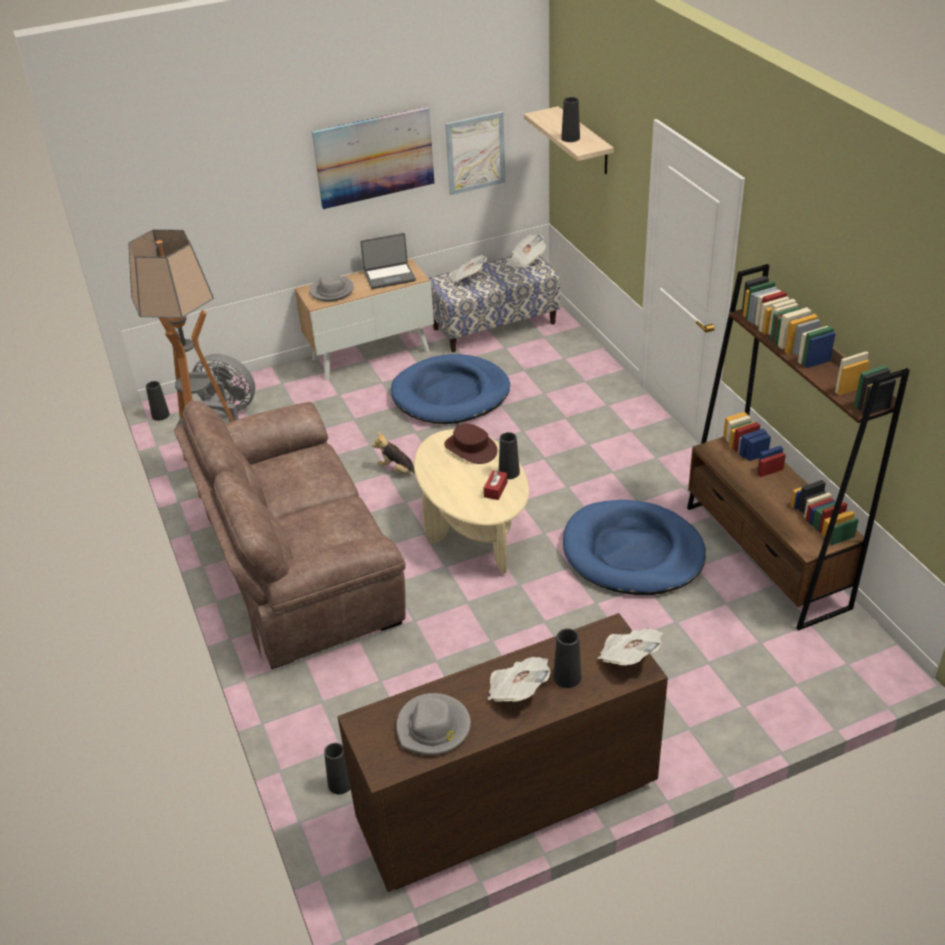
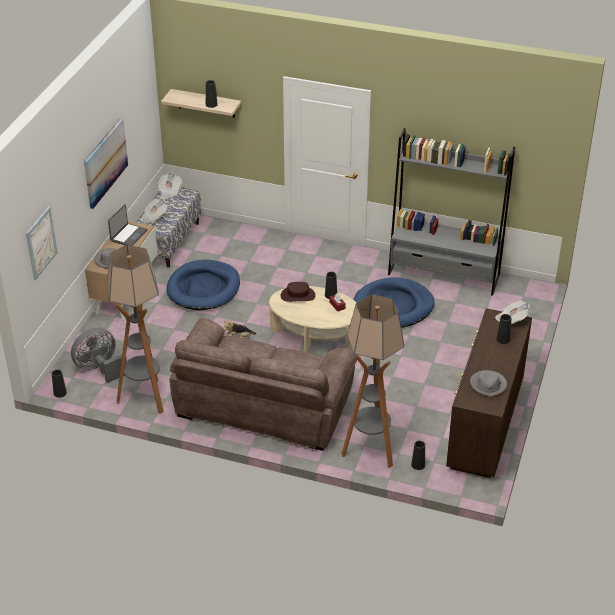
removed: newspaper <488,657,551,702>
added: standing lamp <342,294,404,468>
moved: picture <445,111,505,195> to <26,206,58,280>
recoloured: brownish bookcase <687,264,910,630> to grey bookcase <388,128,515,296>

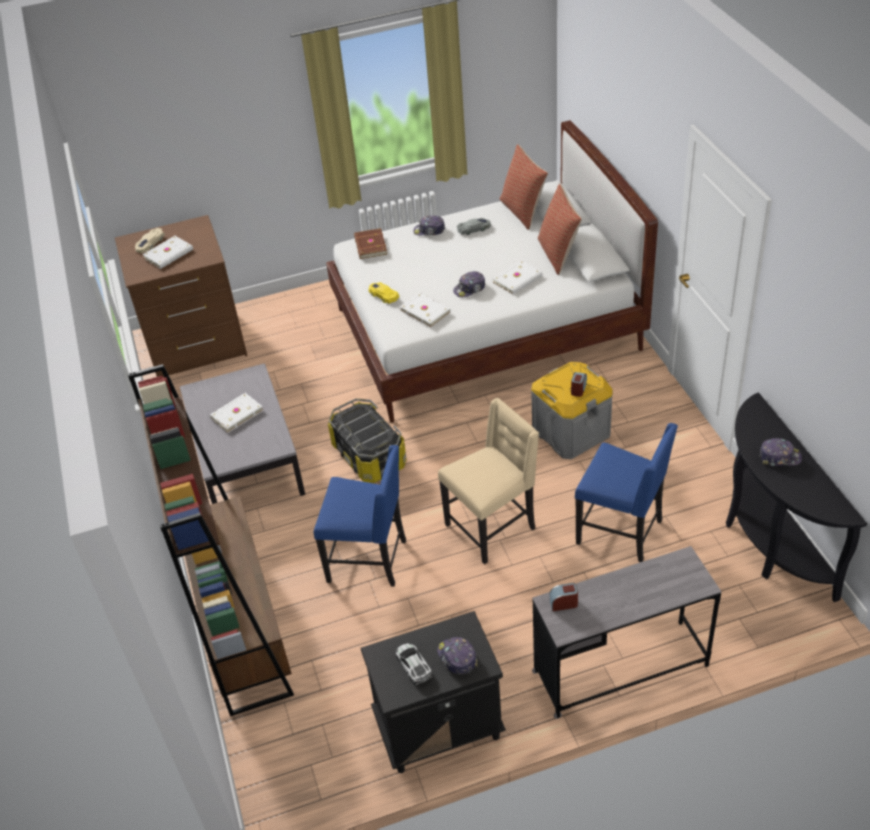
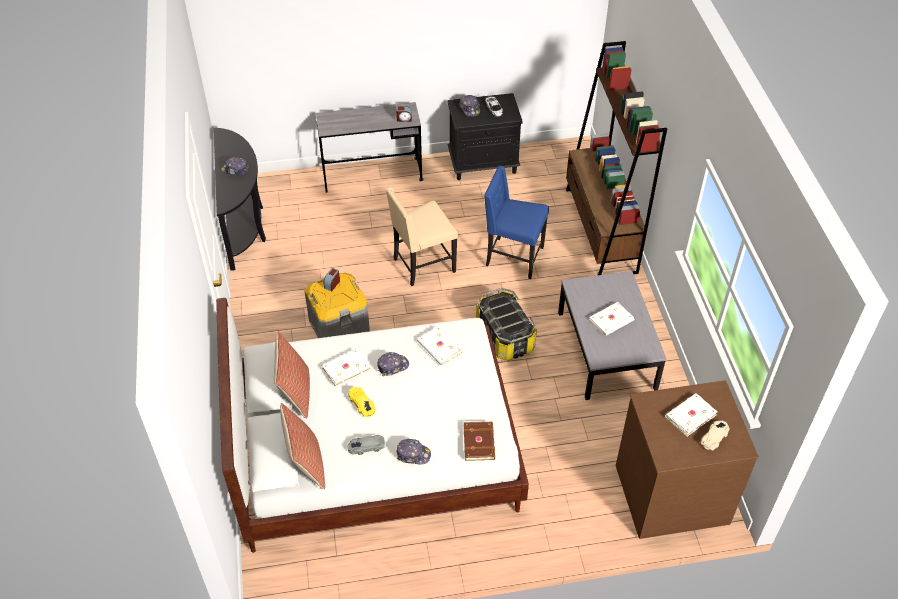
removed: blue upright chair <575,423,678,562>
moved: yellow toy car <368,282,399,304> to <348,387,376,417>

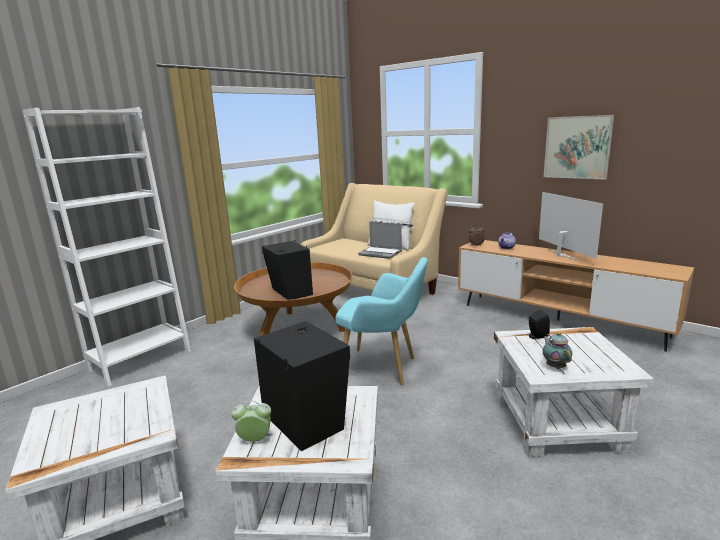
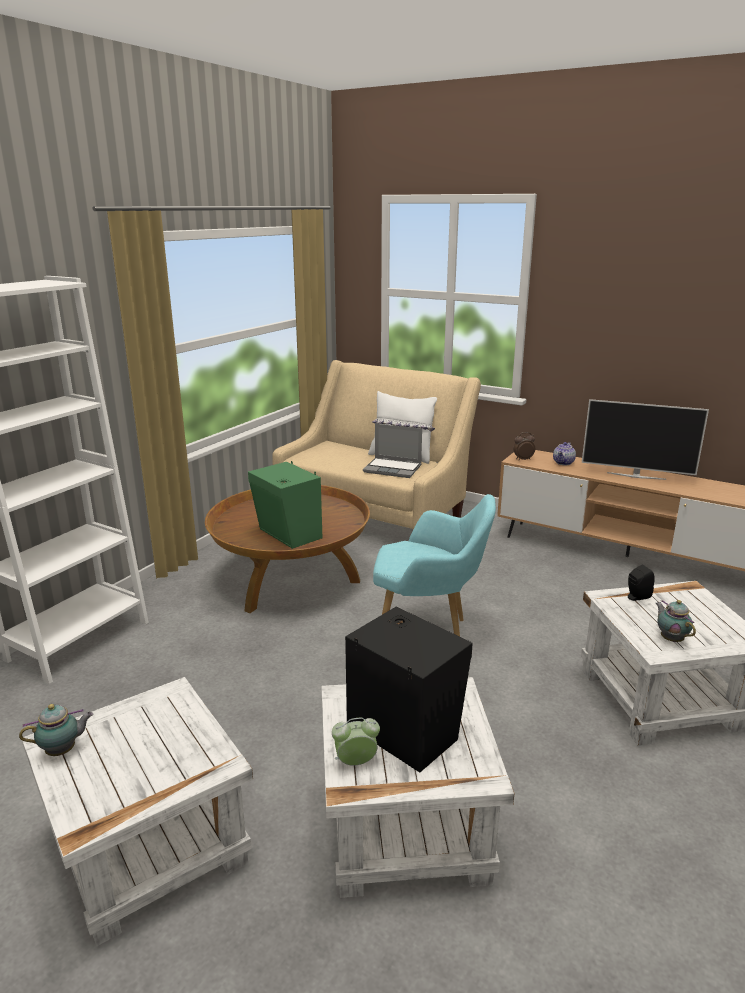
removed: picture <544,115,614,180>
added: pot for tea <19,704,93,756>
recoloured: black speaker <262,240,313,300> to green speaker <248,461,322,549>
turned: television <539,192,603,261> = <582,399,709,480> 135 degrees clockwise

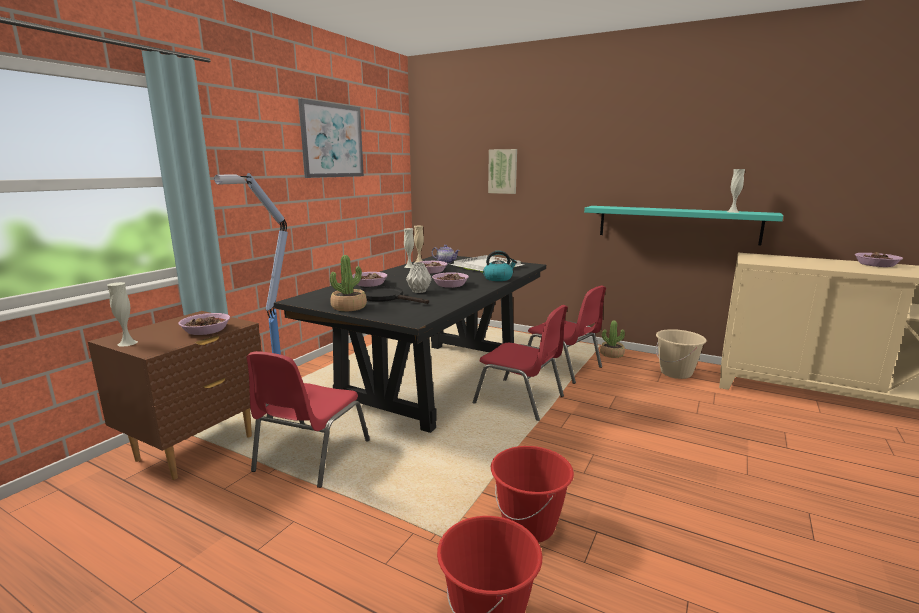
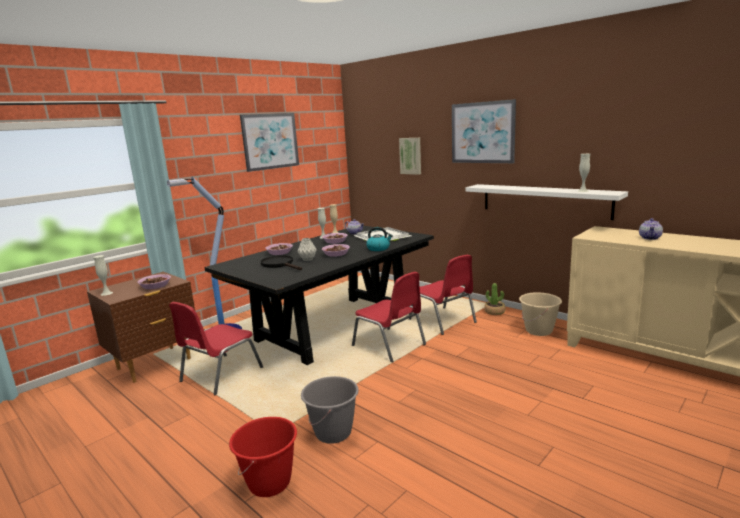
removed: bowl <855,252,903,267>; plant in a pot <330,255,367,311>
added: picture <452,99,516,163>; pot for tea <639,218,663,240>
recoloured: turquoise-coloured wall shelf <584,206,783,245> to white wall shelf <465,184,628,220>; red-coloured bucket <491,446,574,543> to grey bucket <301,376,359,444>

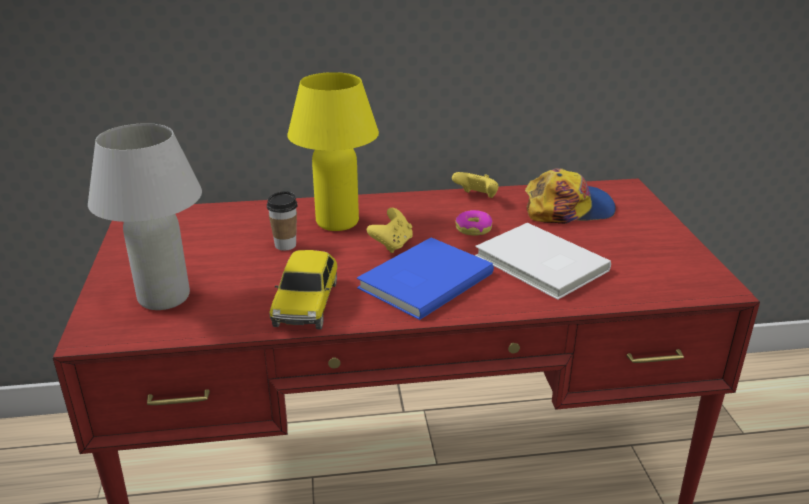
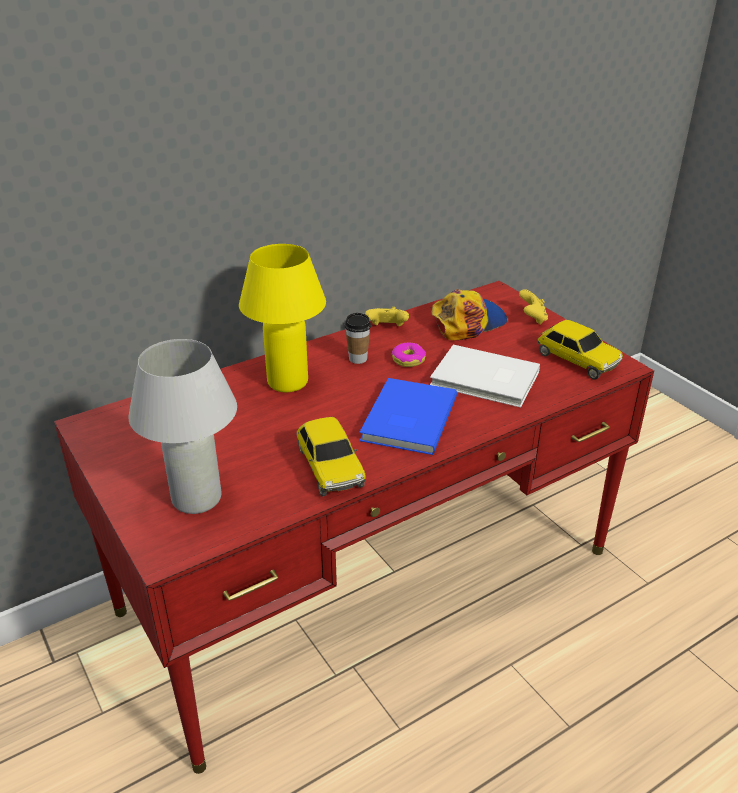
added: toy car <537,320,623,380>
moved: drinking cup <267,191,298,251> to <345,313,371,364>; yellow gamepad <367,208,413,253> to <519,289,548,325>

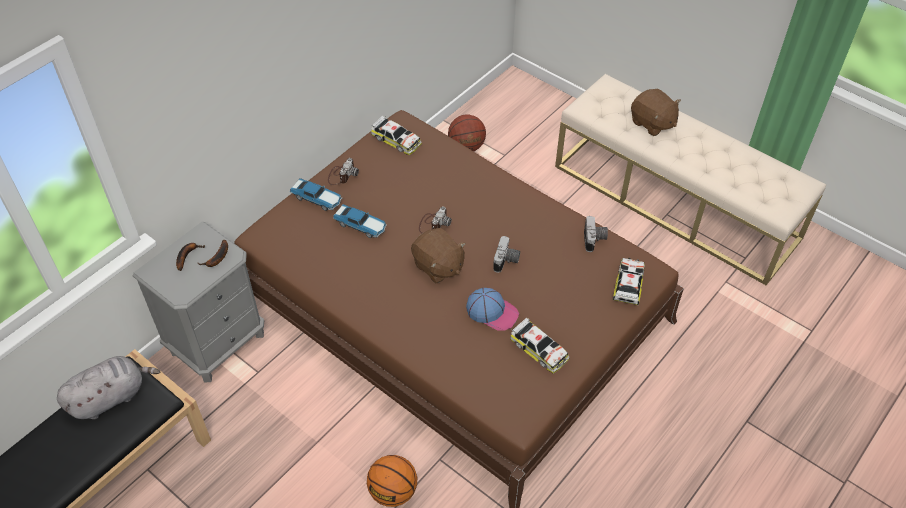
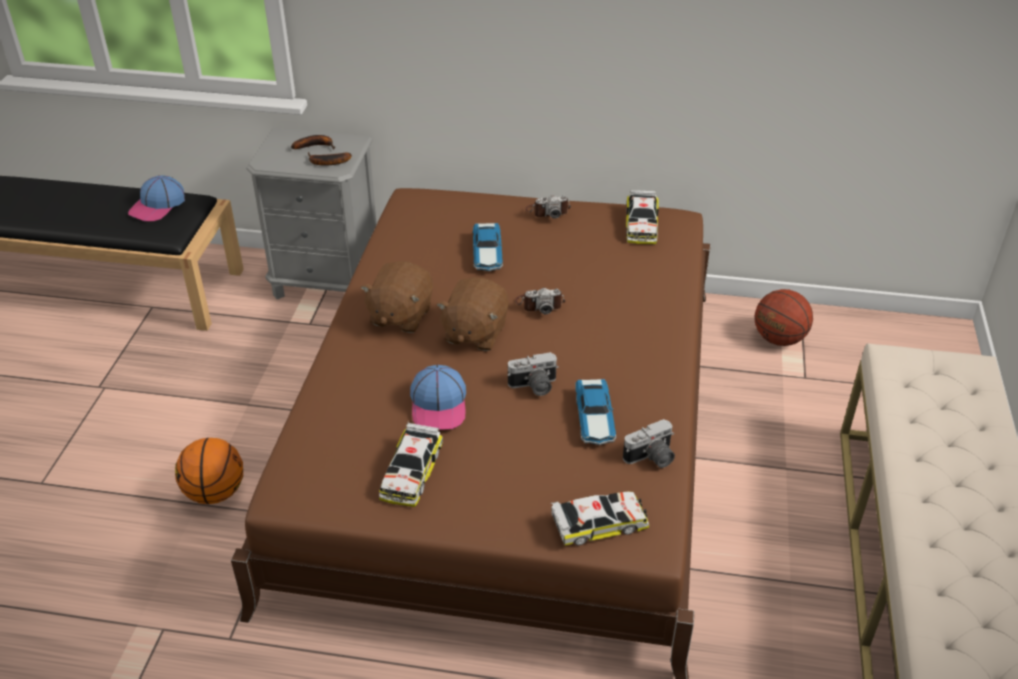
moved: brownish cuddly toy <631,89,681,136> to <360,261,433,333>; toy car <290,178,342,211> to <576,379,616,445>
replaced: grey cuddly toy <57,356,160,419> to cap <128,175,185,221>

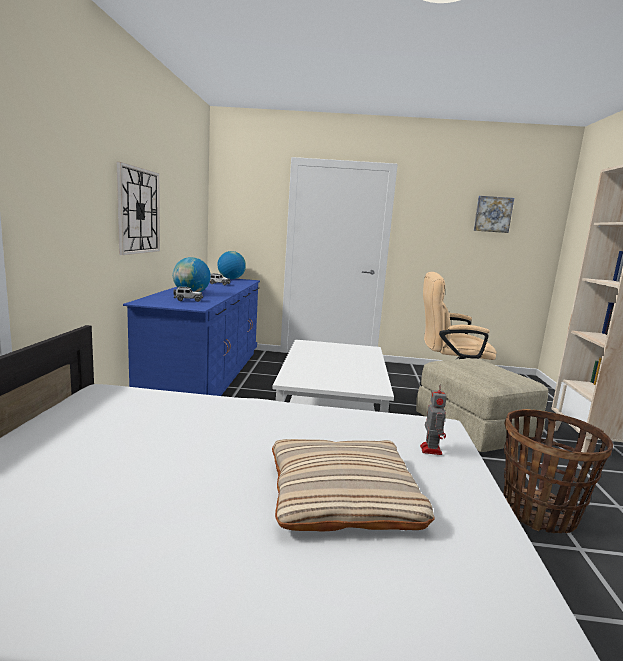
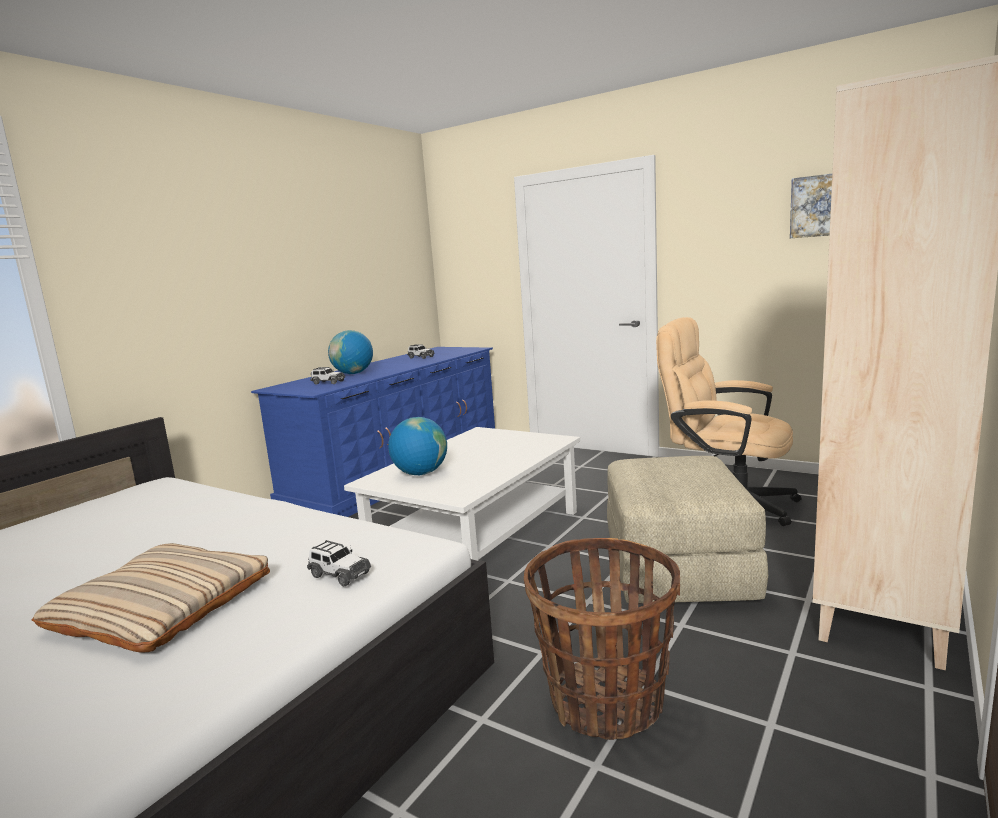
removed: hanging clock <117,162,160,255>
moved: world globe <217,251,246,279> to <388,417,447,475>
replaced: robot figure <420,384,447,455> to toy car <307,540,371,587>

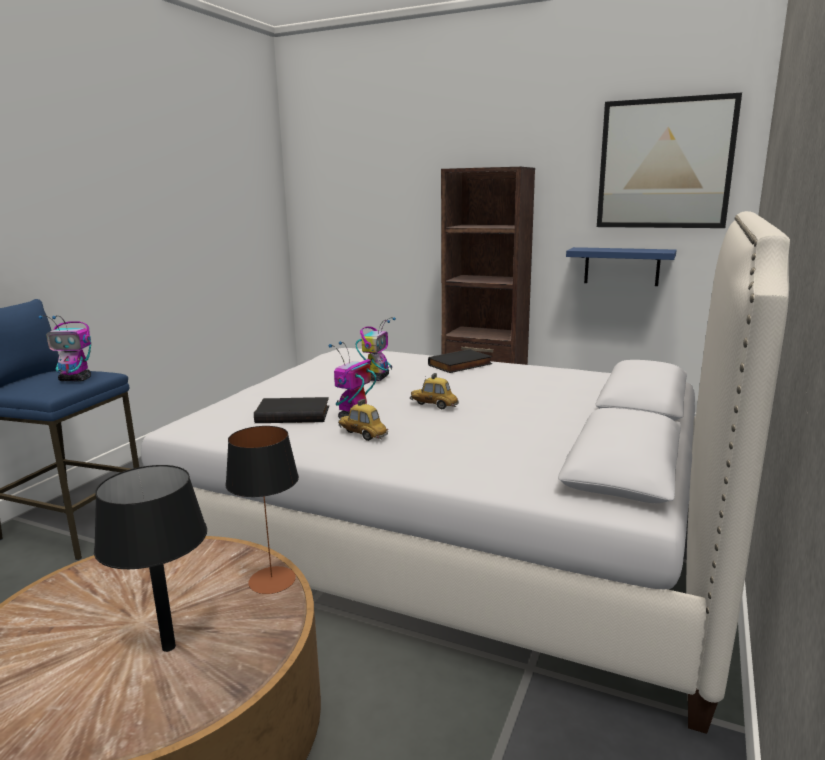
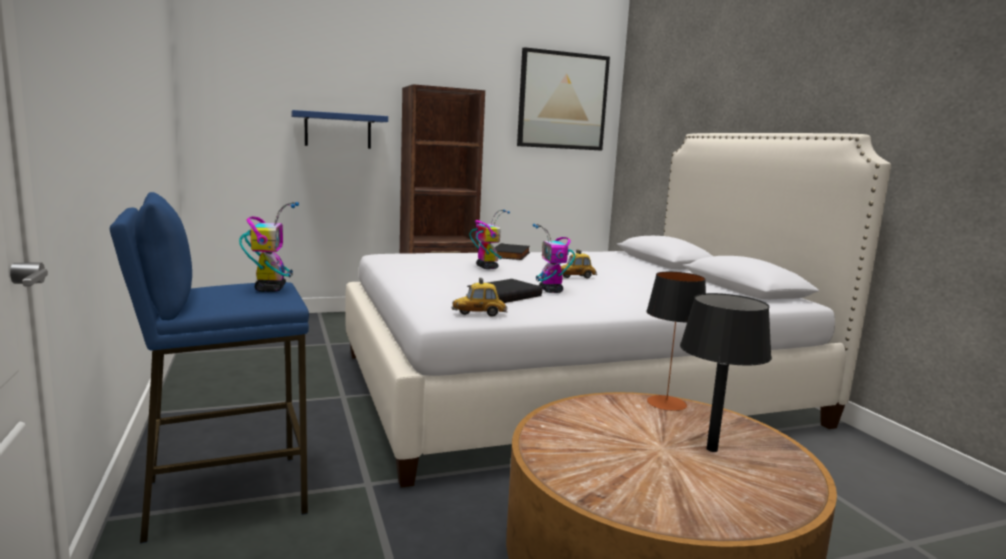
moved: blue wall shelf <566,247,677,286> to <291,110,388,149>; toy car <338,399,388,441> to <452,278,508,317>
turned: robot figure <39,315,91,381> = <239,202,299,292> 60 degrees counterclockwise

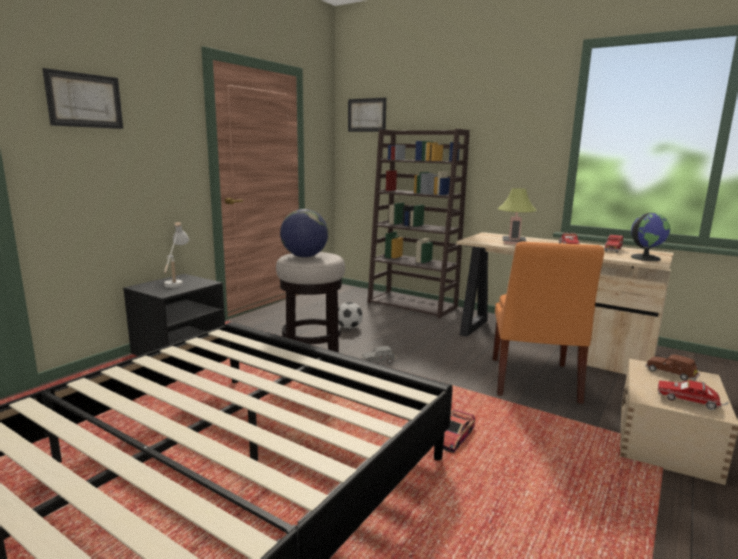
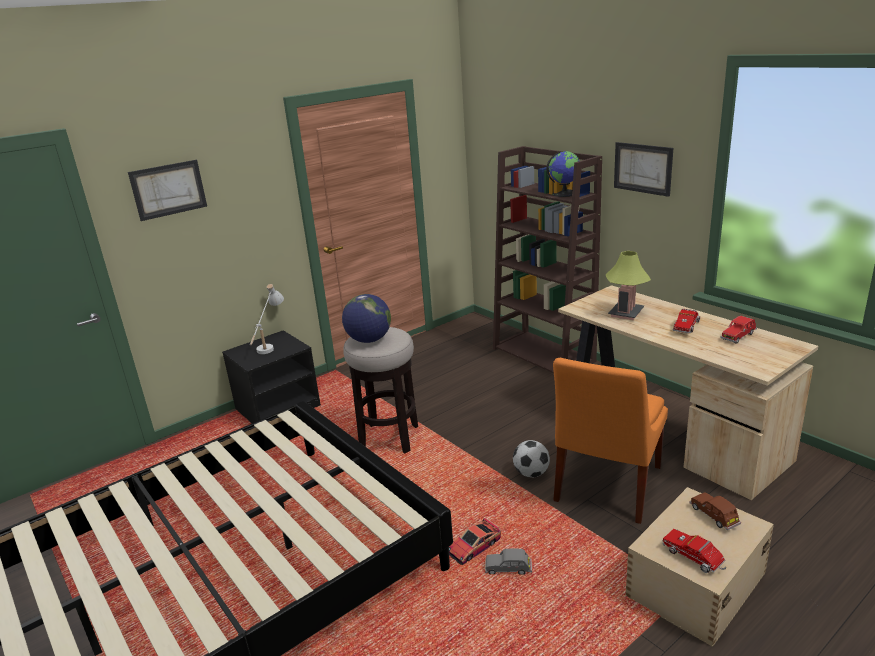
moved: picture <348,98,386,132> to <614,142,673,197>; world globe <631,213,670,261> to <546,151,579,197>; football <338,302,363,329> to <513,440,550,478>; grey toy car <361,346,397,364> to <485,549,532,575>

